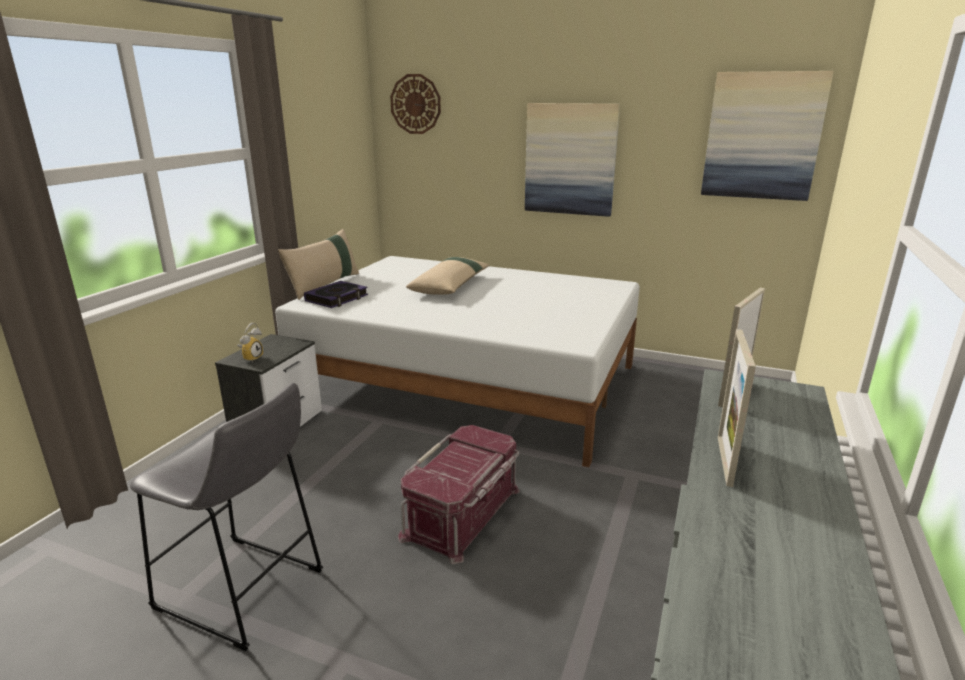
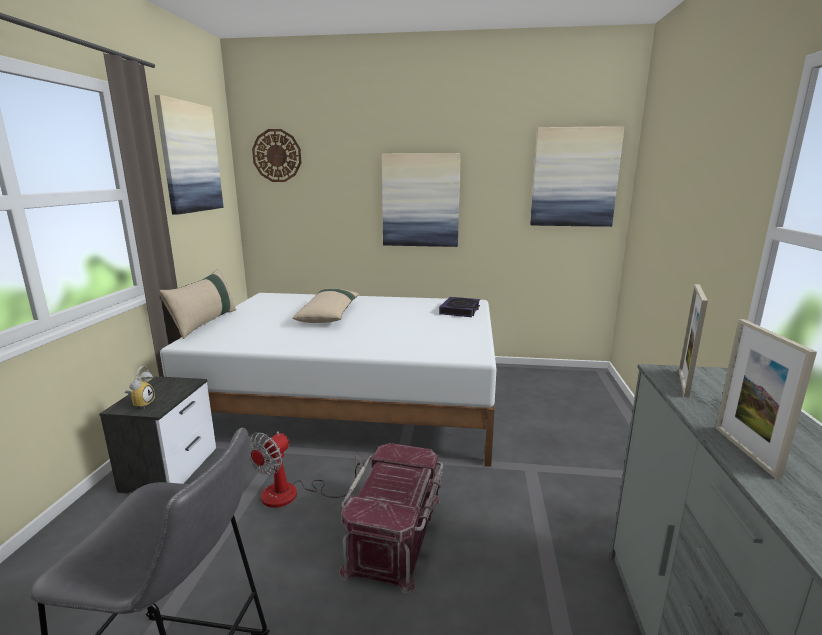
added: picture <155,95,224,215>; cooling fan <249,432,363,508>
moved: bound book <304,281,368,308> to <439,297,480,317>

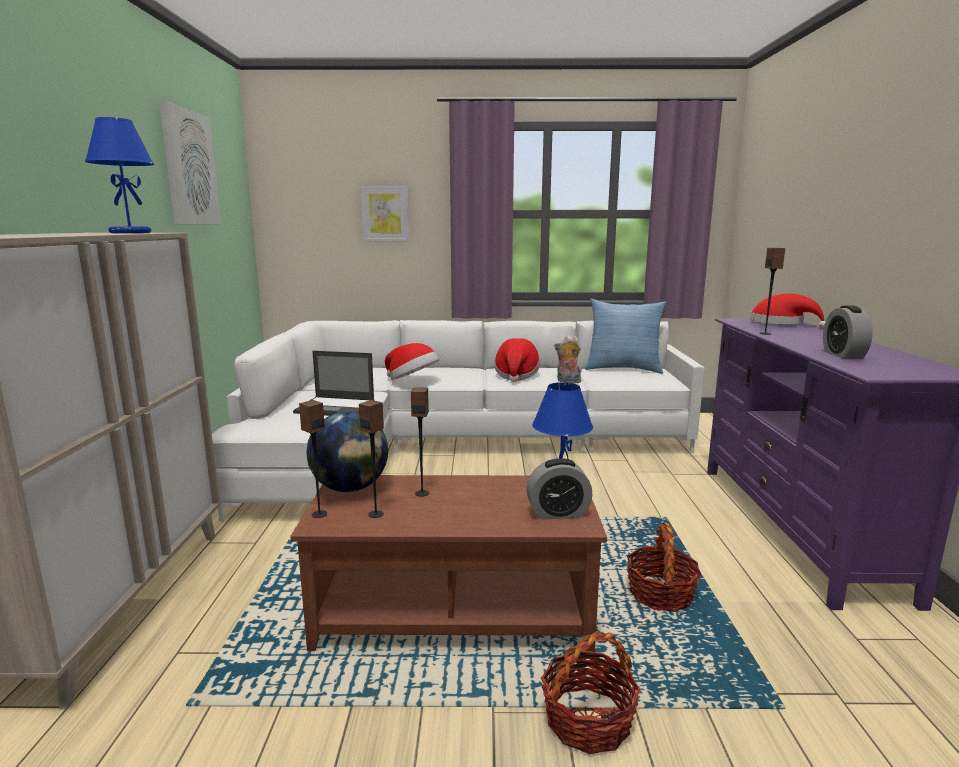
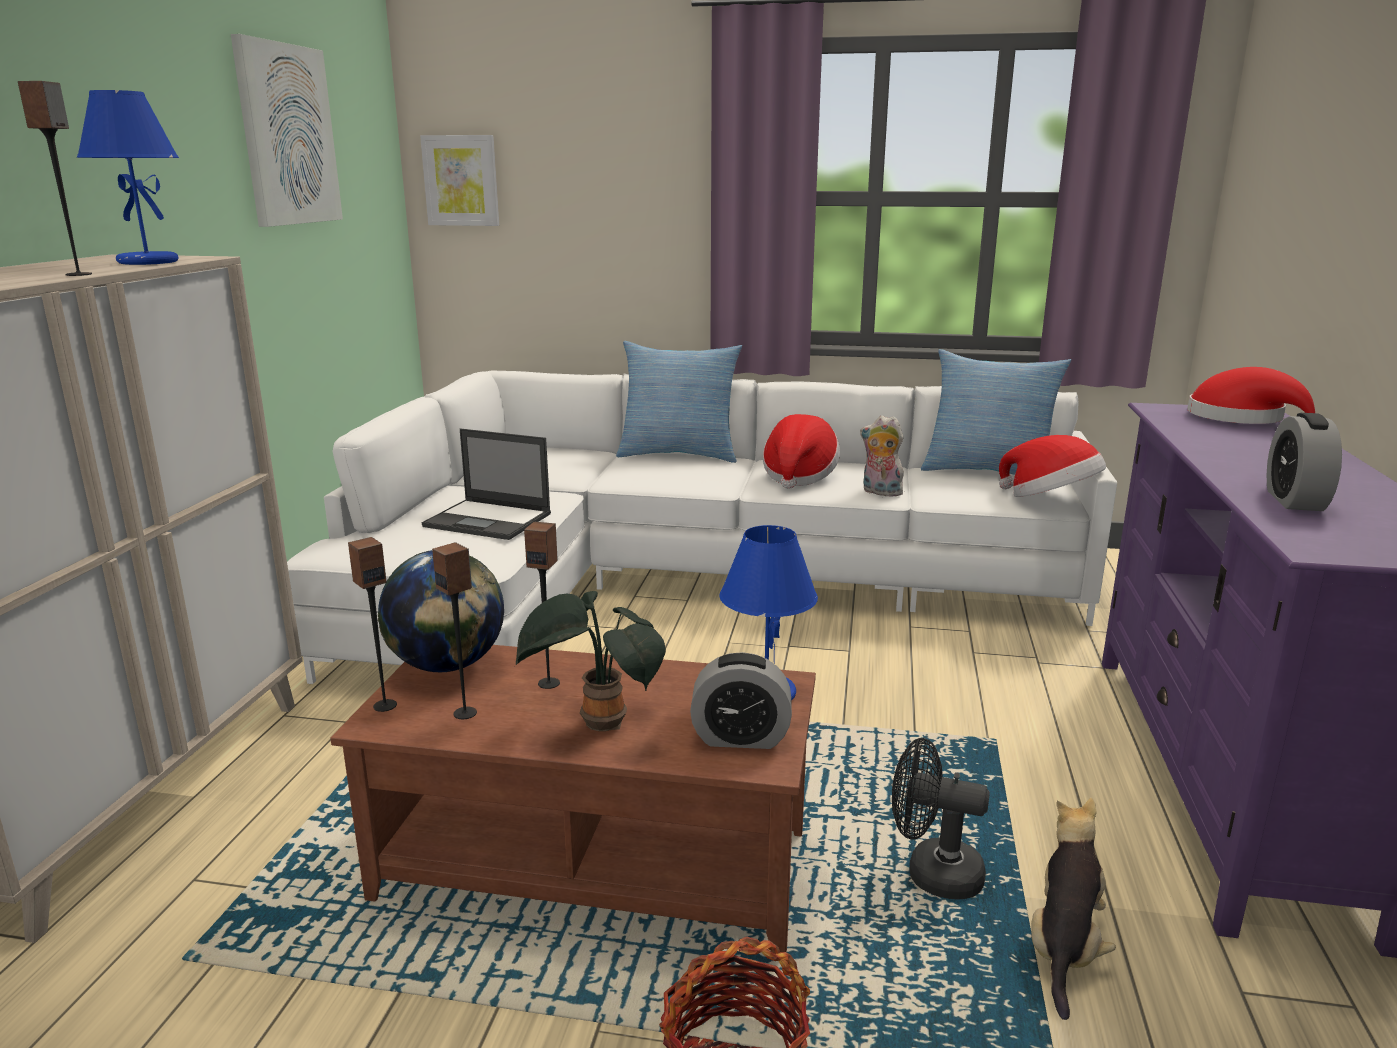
added: throw pillow <616,341,742,463>; plant in a pot <514,591,666,731>; cuddly toy <1031,798,1116,1020>
moved: picture <361,186,410,241> to <420,135,499,226>; speaker <759,248,785,335> to <18,81,92,276>; clothing hat <385,343,439,380> to <999,435,1106,497>
replaced: household basket <627,522,702,612> to black cooling fan <892,738,990,899>

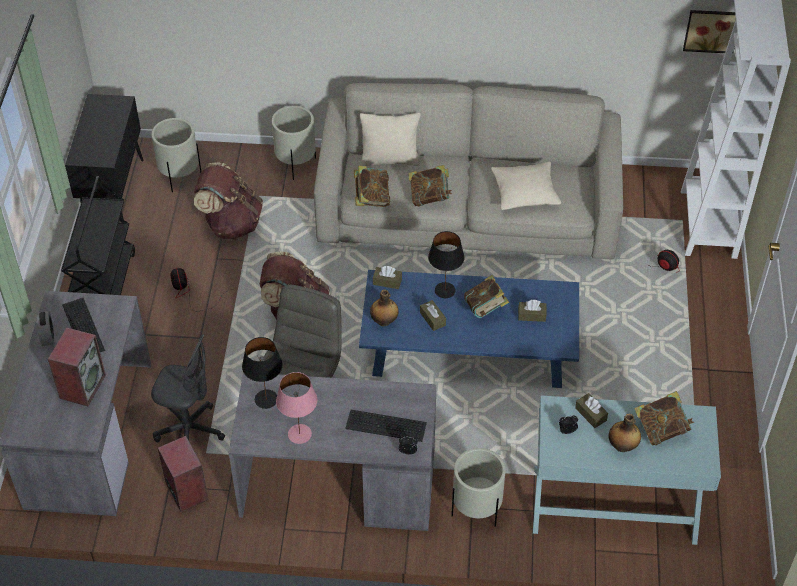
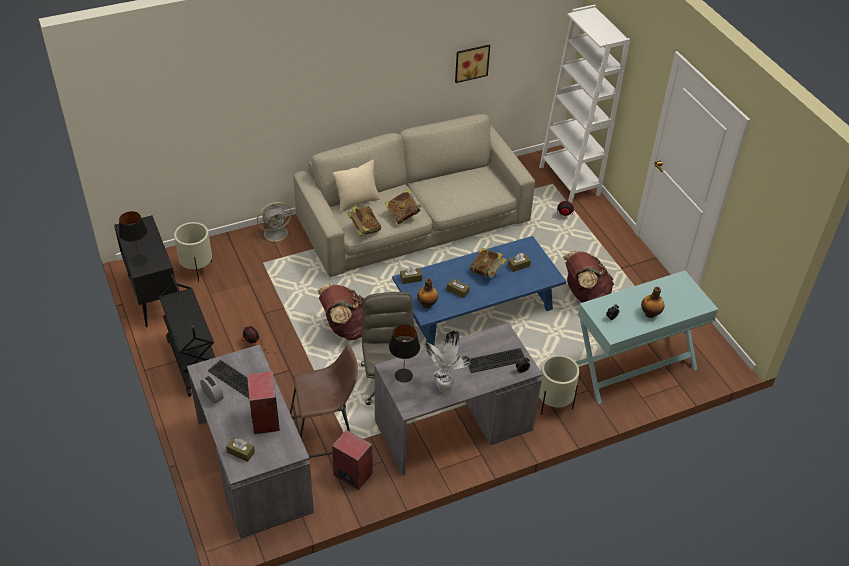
removed: sand-coloured throw pillow <491,162,561,210>; bound book <634,391,694,446>
moved: picture <683,10,736,54> to <455,45,490,83>; brownish backpack <194,162,263,240> to <563,250,614,303>; black lamp for a table <428,231,464,298> to <119,211,148,266>; brownish tissue holder <575,393,608,428> to <226,437,255,462>
replaced: sand-coloured flower pot <272,105,316,180> to grey cooling fan <256,202,294,245>; grey desk chair <151,334,225,442> to brownish sitting stool <290,344,358,458>; pink-coloured lamp for a table <276,372,317,444> to plant in a pot <425,331,471,393>

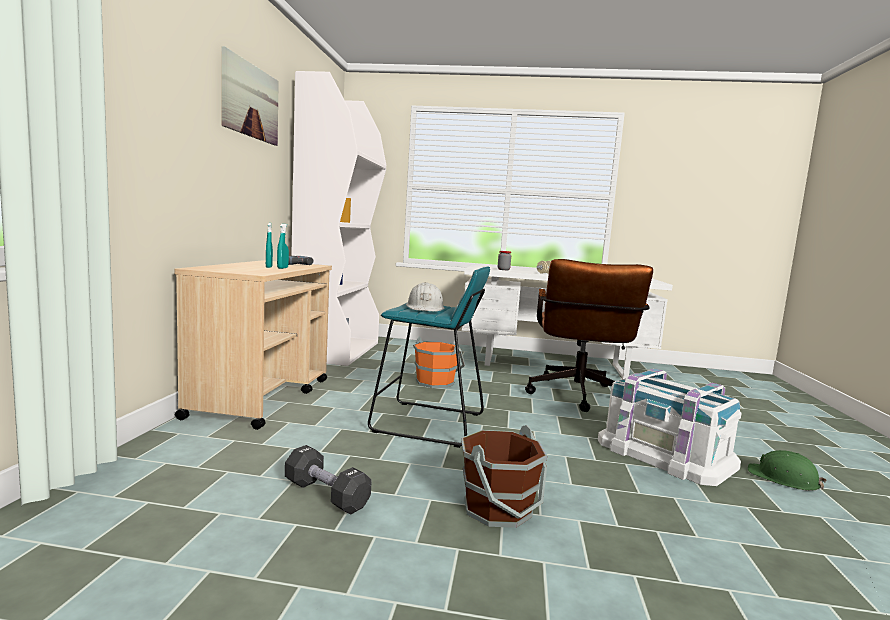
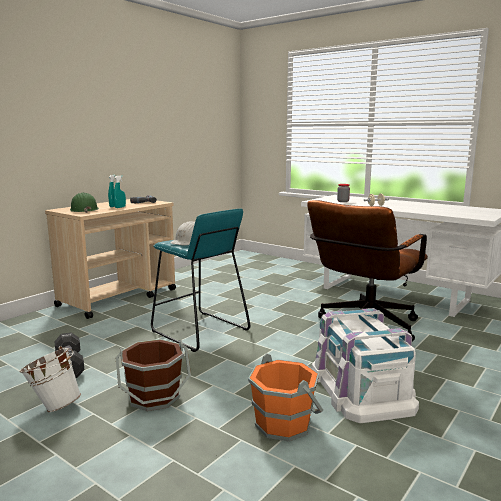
removed: picture <221,46,279,146>; white bookcase <291,71,386,366>
added: white bucket <19,346,81,412>
moved: orange bucket <413,337,465,388> to <248,353,323,441>; green work helmet <748,450,826,491> to <70,193,99,213>

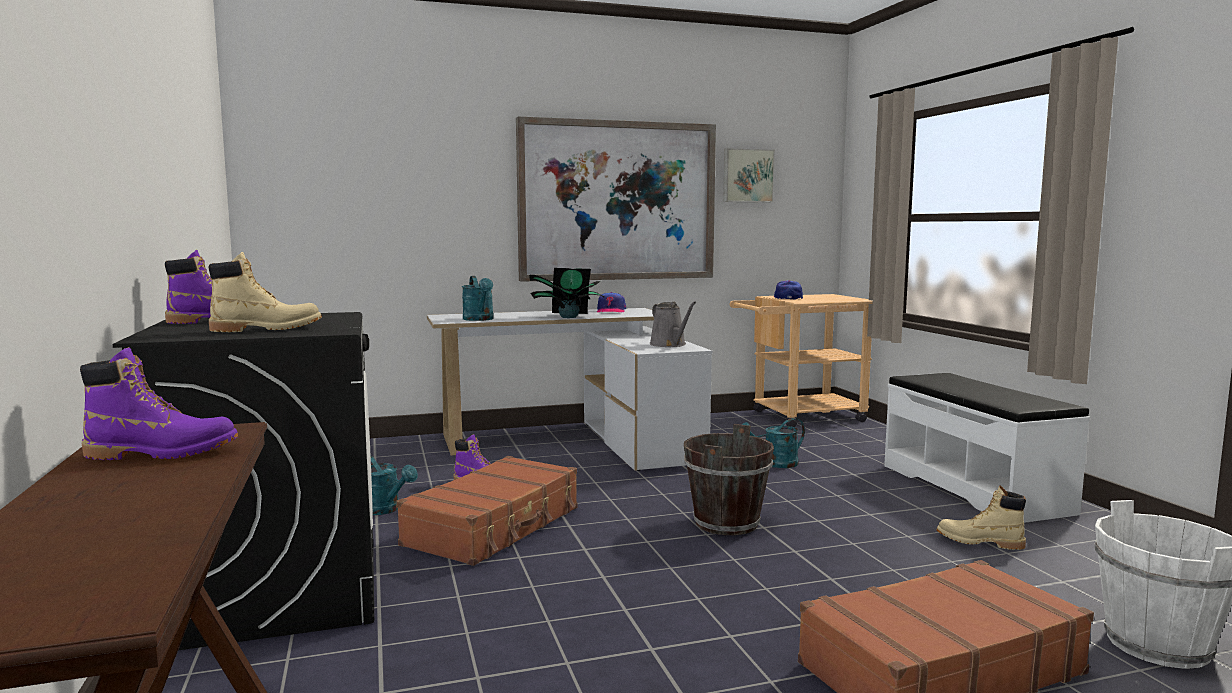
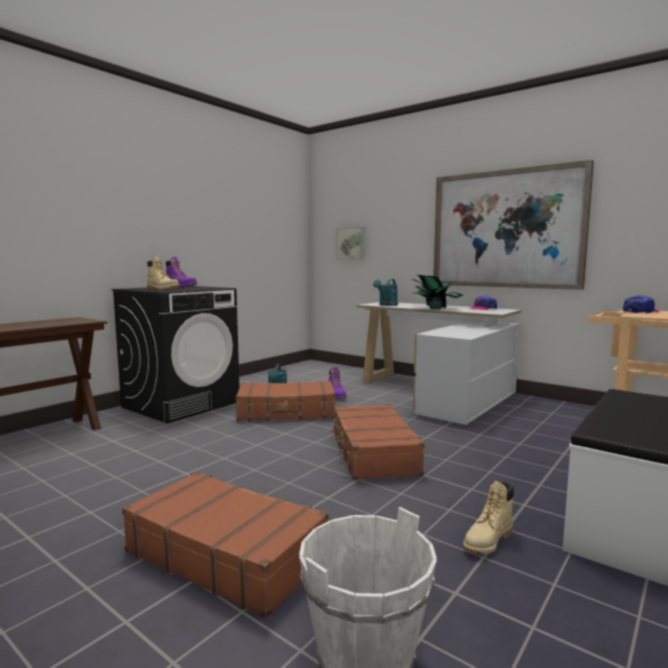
removed: grey watering pot <650,301,696,347>; purple-coloured tall boot <80,347,238,460>; turquoise-coloured watering pot <742,418,805,468>
moved: picture <723,148,775,202> to <336,227,365,260>
replaced: brownish bucket <684,424,774,535> to brownish travel case <331,404,425,480>
turned: sand-coloured tall boot <937,486,1026,550> = <463,481,514,554> 120 degrees counterclockwise

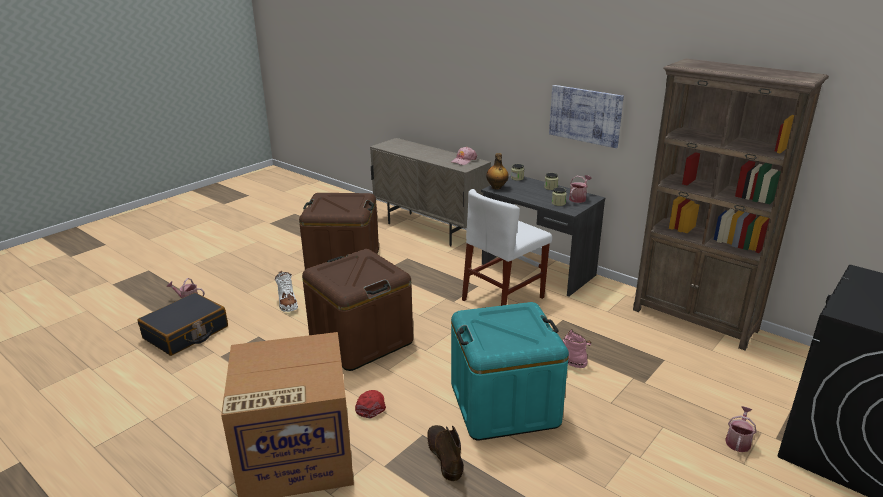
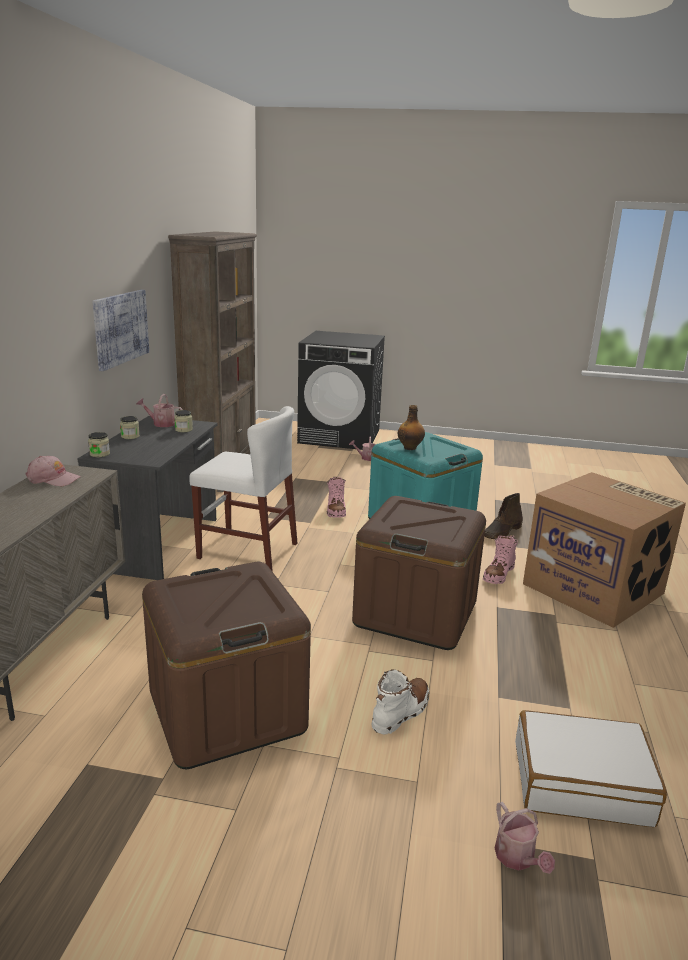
moved: beverage bottle <486,153,509,189> to <398,405,425,450>
replaced: red-coloured cap <355,390,386,419> to pink-coloured tall boot <483,535,518,584>
recoloured: black travel case <137,293,228,356> to white travel case <515,710,667,827>

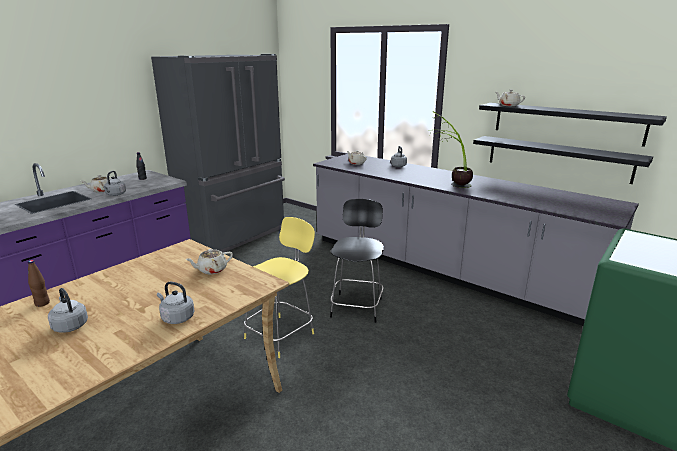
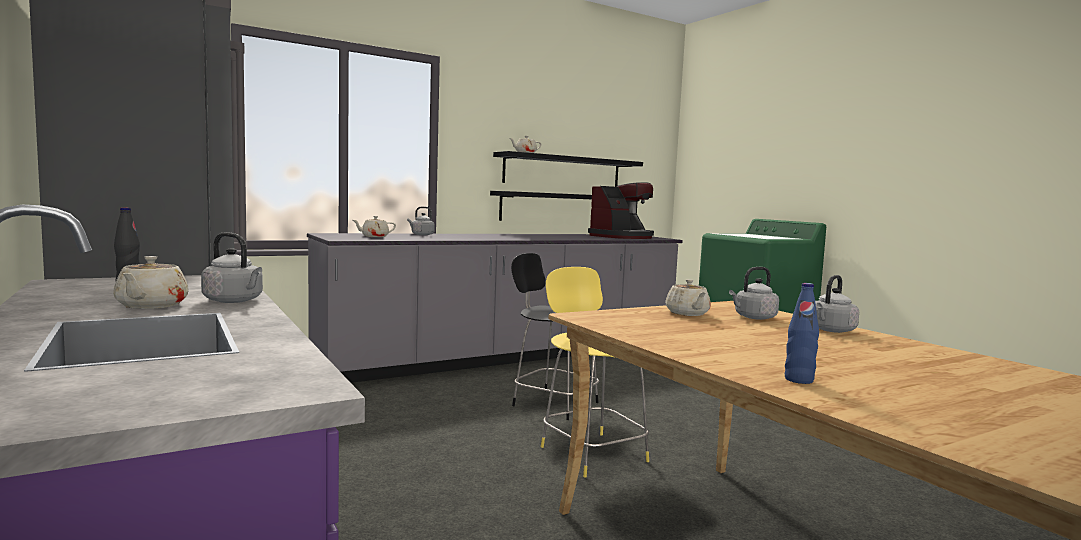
removed: plant in a pot <429,111,473,188>
added: coffee brewer <588,182,654,239>
moved: grey tea kettle <48,288,88,333> to <729,267,779,320>
recoloured: brownish beverage bottle <28,260,50,307> to blue beverage bottle <785,283,819,384>

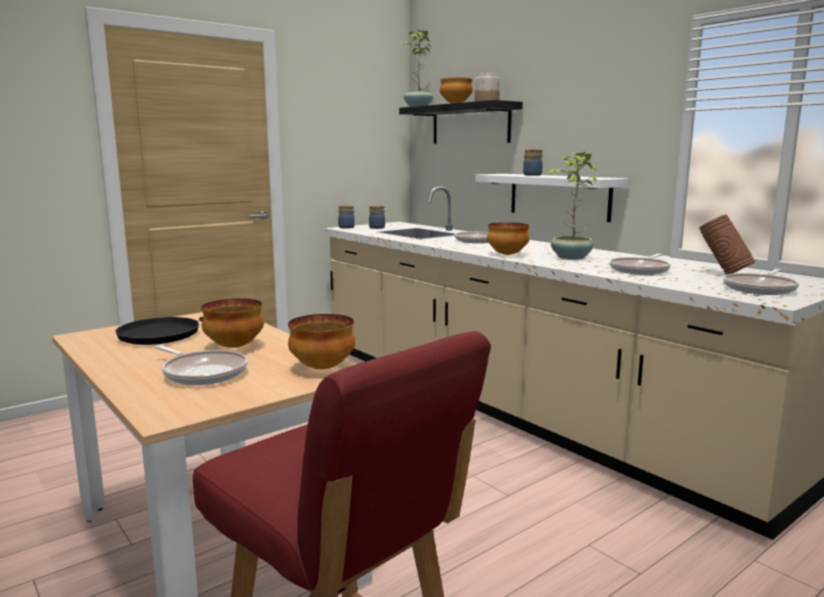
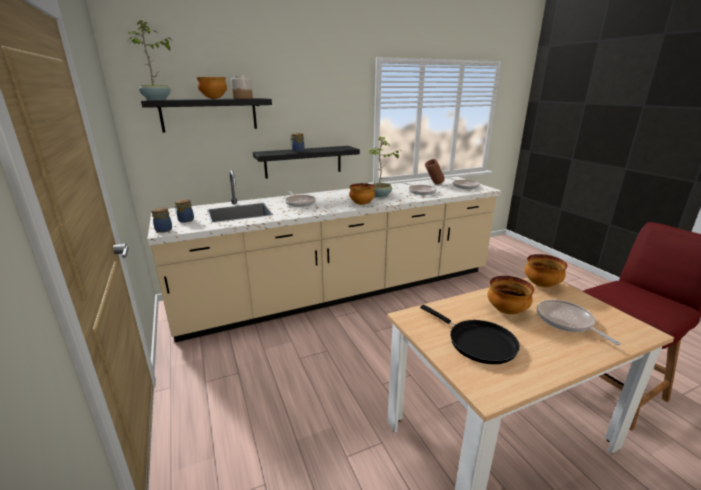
recoloured: white wall shelf <475,174,628,222> to black wall shelf <253,146,360,179>
turned: skillet <155,345,248,385> = <537,300,621,345> 75 degrees counterclockwise

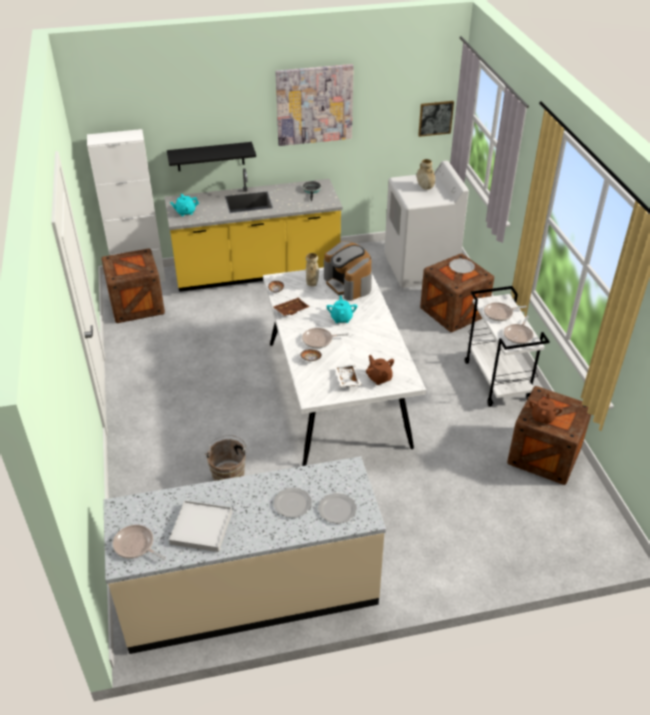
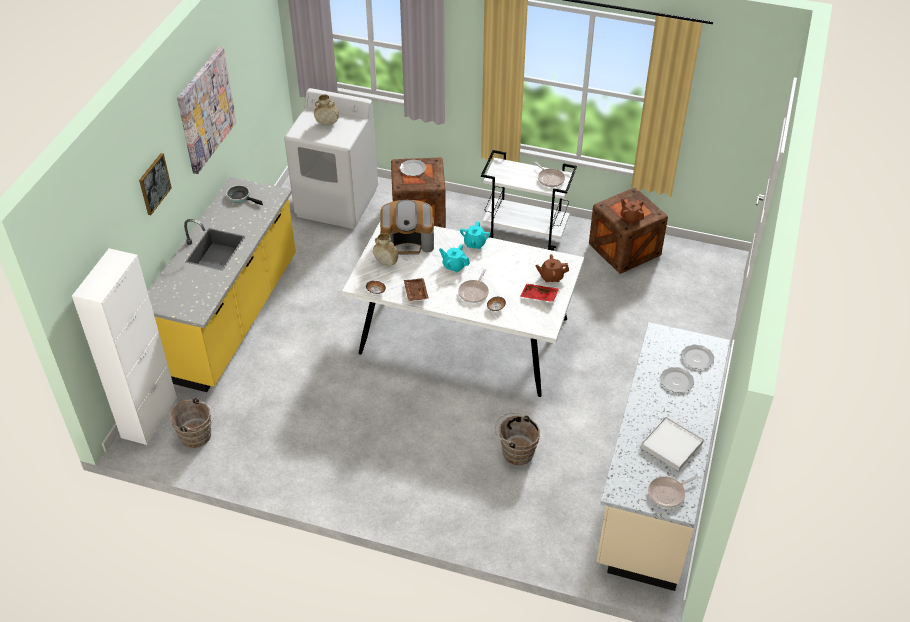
removed: black wall shelf <167,142,256,171>; skillet <484,302,527,321>
moved: picture <418,101,454,137> to <139,153,172,215>; turquoise-coloured pot for tea <170,194,199,216> to <460,221,490,249>
replaced: crate <101,249,165,323> to brownish bucket <170,398,215,448>
recoloured: white tray <334,365,362,387> to red-coloured tray <520,284,559,302>

